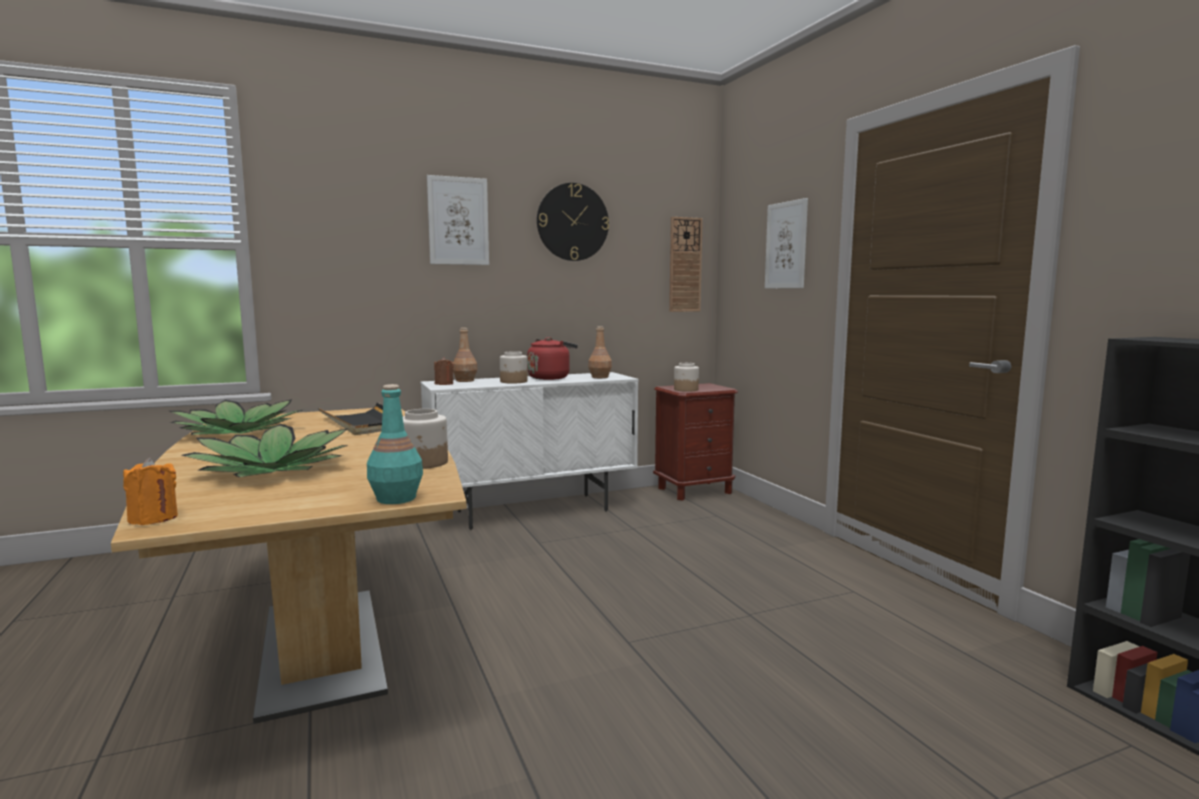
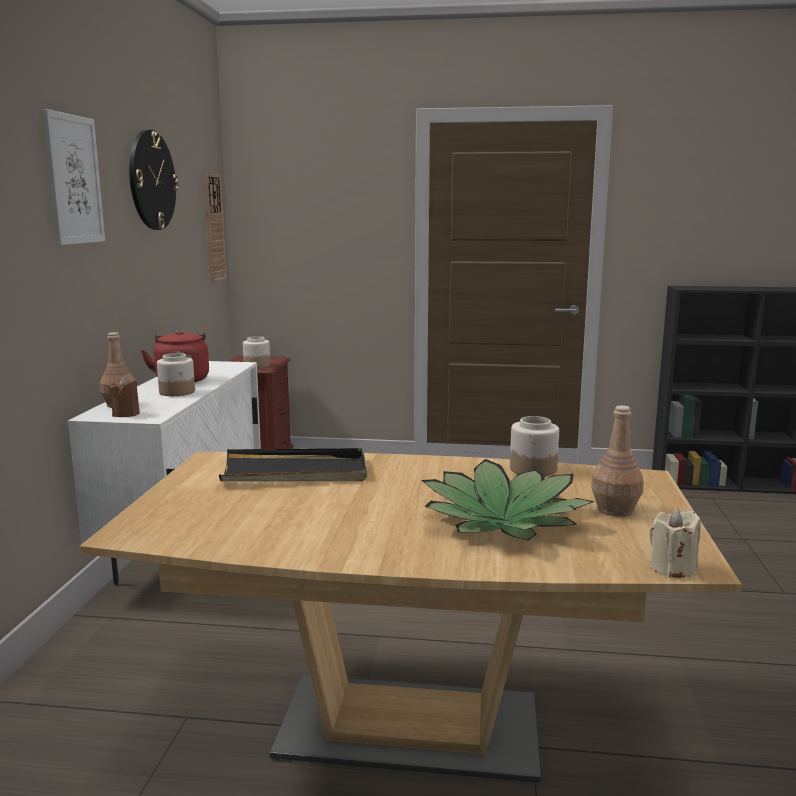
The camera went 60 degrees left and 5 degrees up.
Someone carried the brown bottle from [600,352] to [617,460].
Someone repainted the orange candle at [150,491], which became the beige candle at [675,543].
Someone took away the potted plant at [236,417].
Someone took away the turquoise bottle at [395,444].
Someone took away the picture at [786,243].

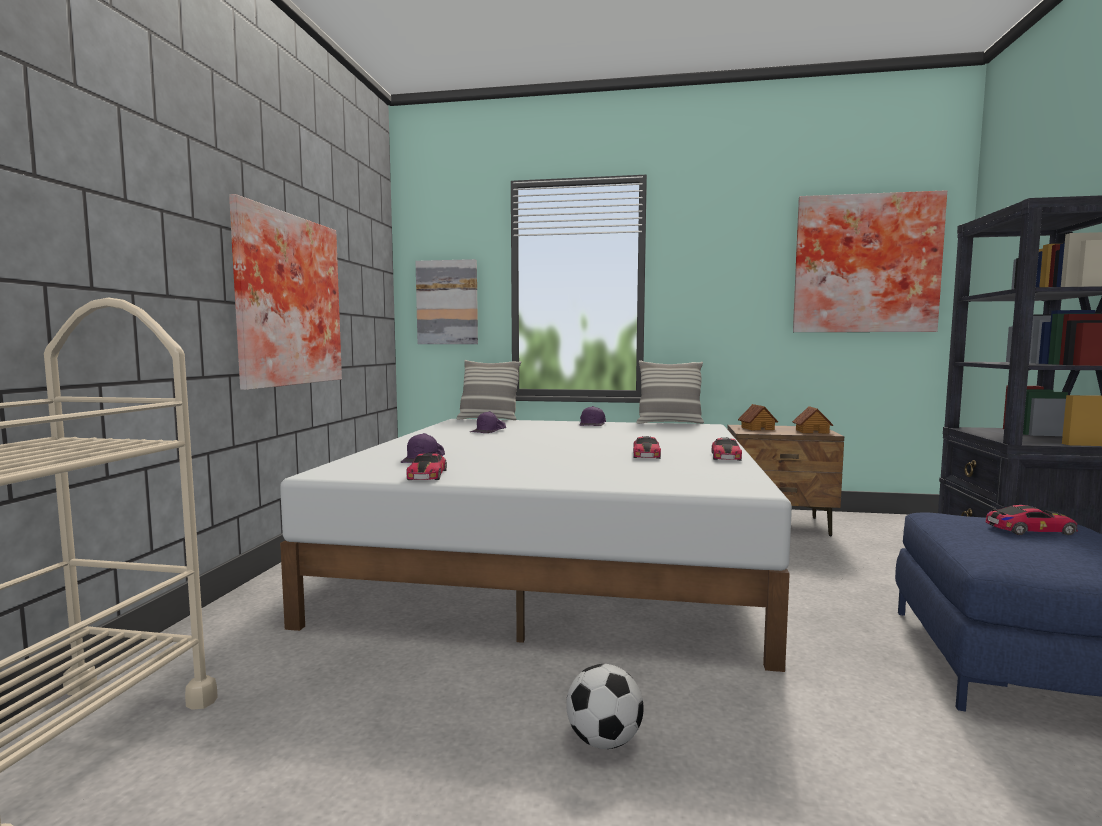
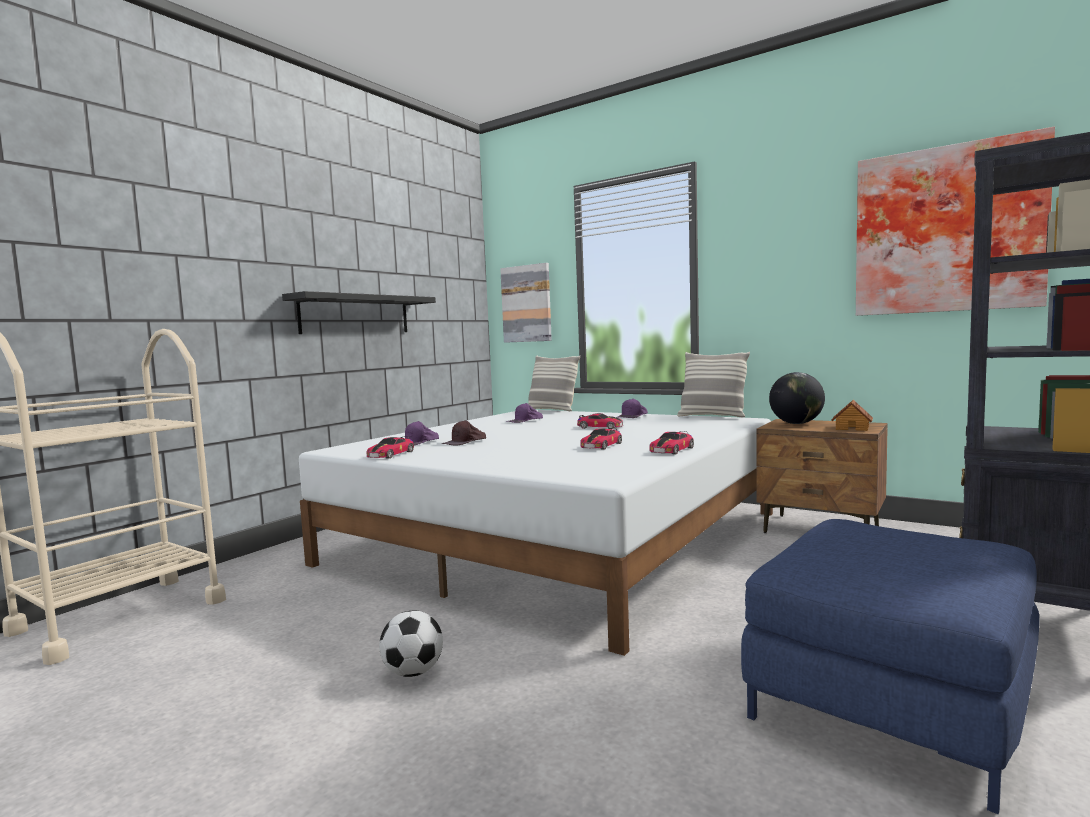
The camera went 25 degrees right and 0 degrees up.
Someone swapped the picture at [285,292] for the black shelf at [359,312].
Someone put down the brown cap at [464,433].
Someone carried the toy car from [1031,520] to [600,421].
Someone swapped the toy house at [758,417] for the globe at [797,398].

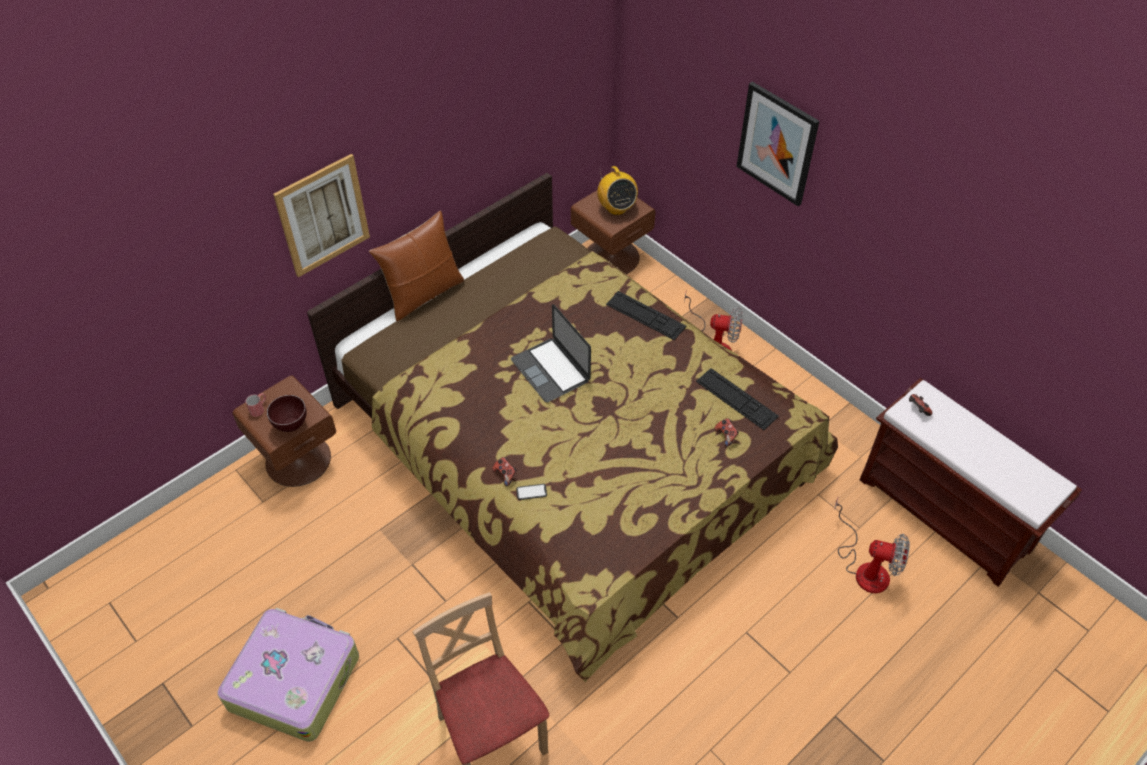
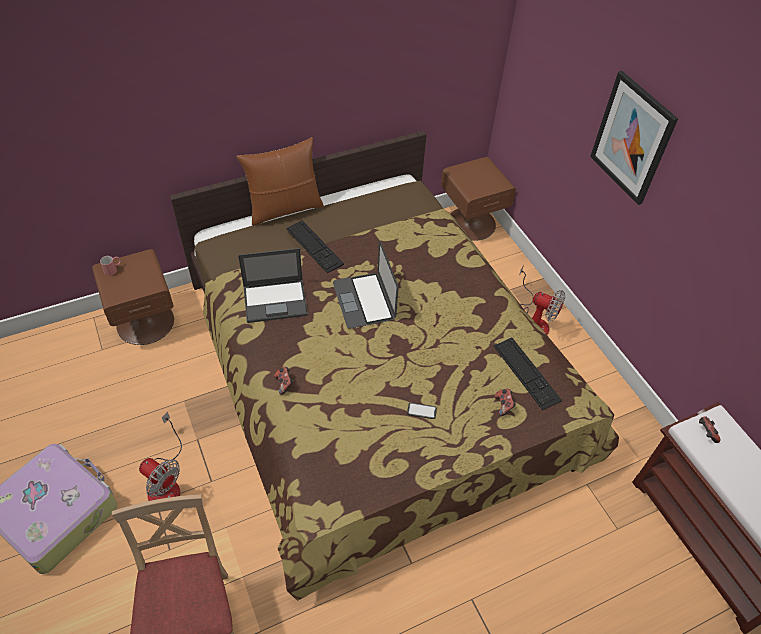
The camera went 15 degrees right and 0 degrees up.
Someone carried the fan from [872,545] to [160,456].
Someone put down the laptop at [273,285].
Someone carried the keyboard from [646,315] to [315,246].
Someone carried the phone from [531,492] to [422,411].
Someone took away the brown bowl at [287,413].
Someone took away the picture at [321,215].
Someone took away the radio at [617,190].

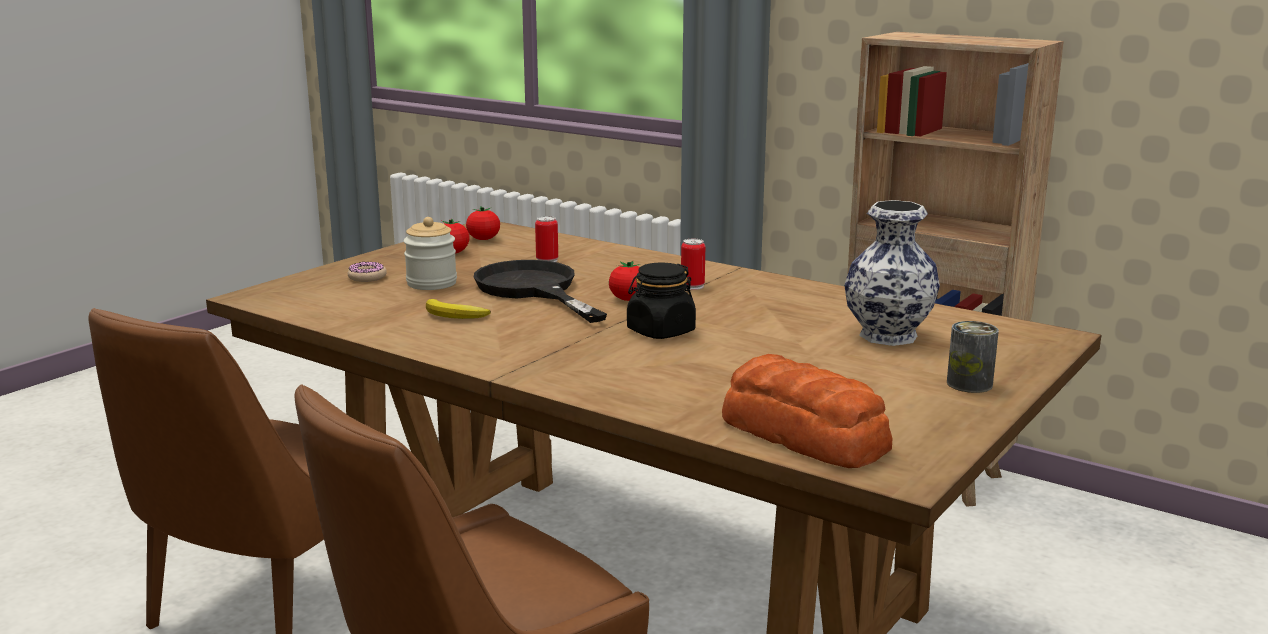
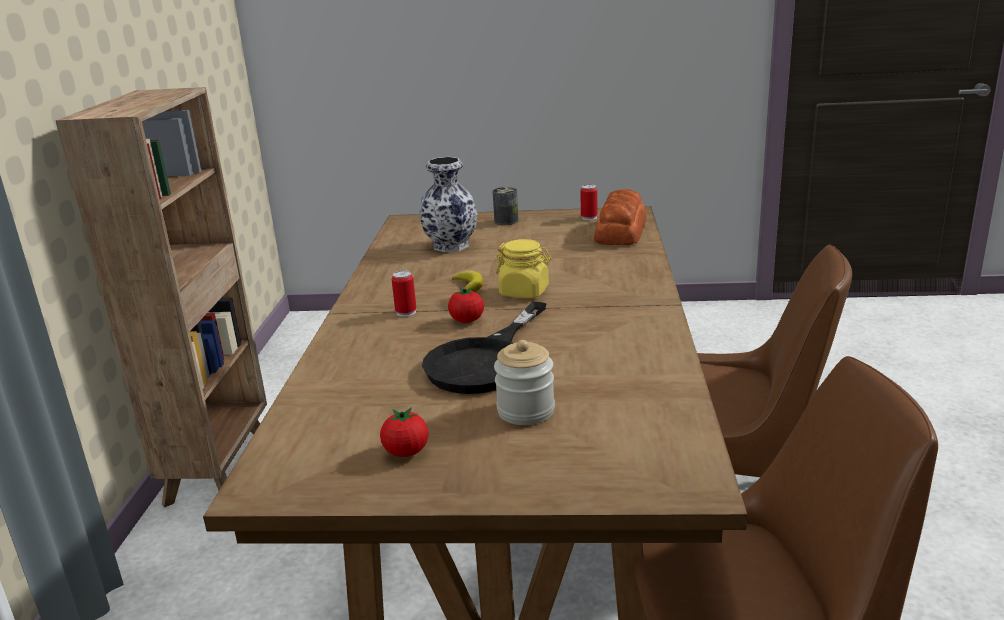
The camera went 120 degrees left and 5 degrees up.
Someone carried the banana from [458,309] to [467,281].
Someone repainted the black jar at [661,300], which became the yellow jar at [524,268].
Someone carried the can from [546,239] to [589,202].
Someone took away the donut at [367,272].
Someone took away the tomato at [483,223].

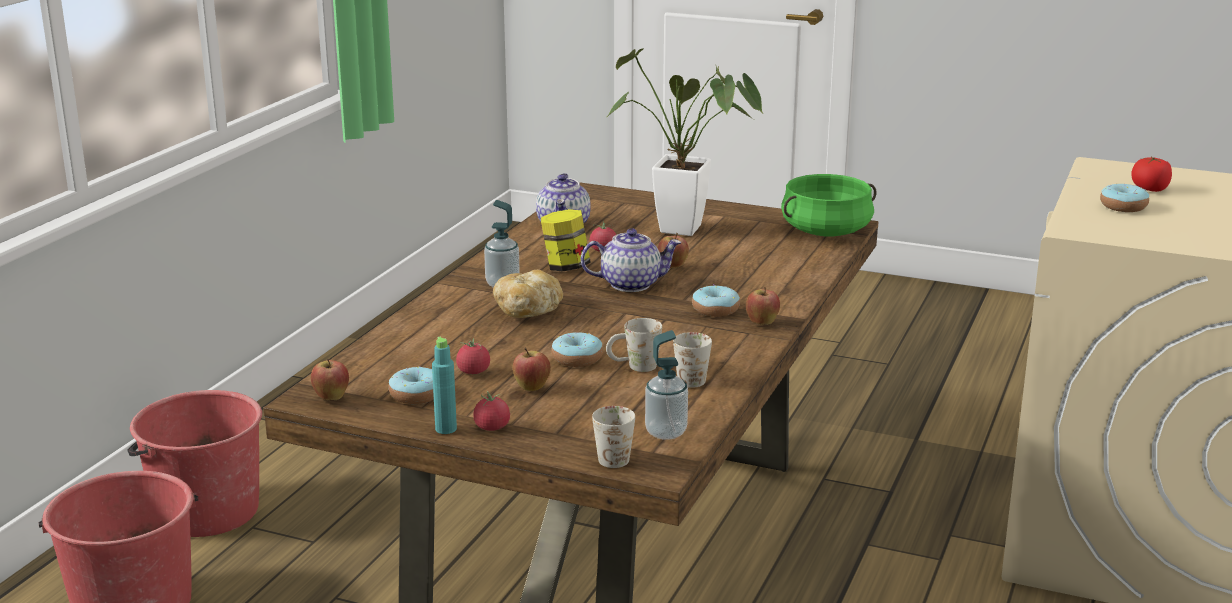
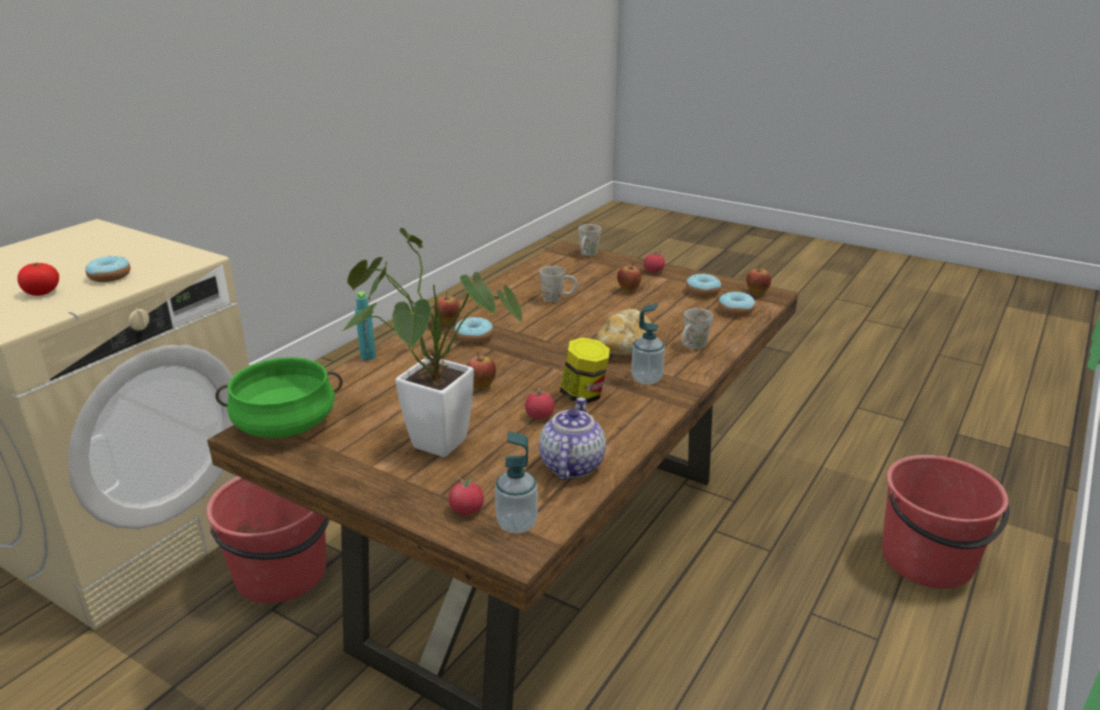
The camera went 170 degrees left and 5 degrees up.
Someone carried the red bucket from [195,463] to [268,539].
Someone carried the turquoise bottle from [444,385] to [365,325].
Someone carried the tomato from [473,356] to [466,495].
Someone carried the soap dispenser from [666,385] to [516,482].
Someone carried the white mug from [692,360] to [697,328].
Someone carried the donut from [577,349] to [737,303].
Someone took away the teapot at [631,260].

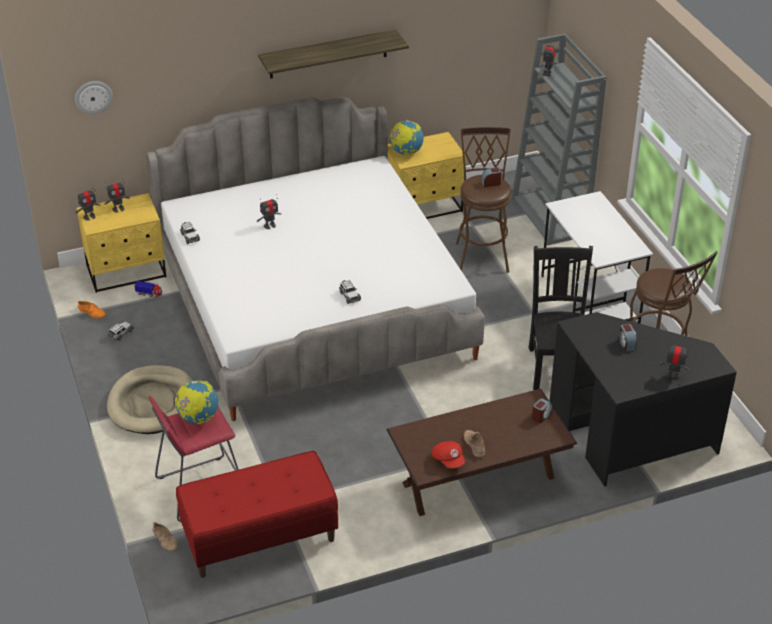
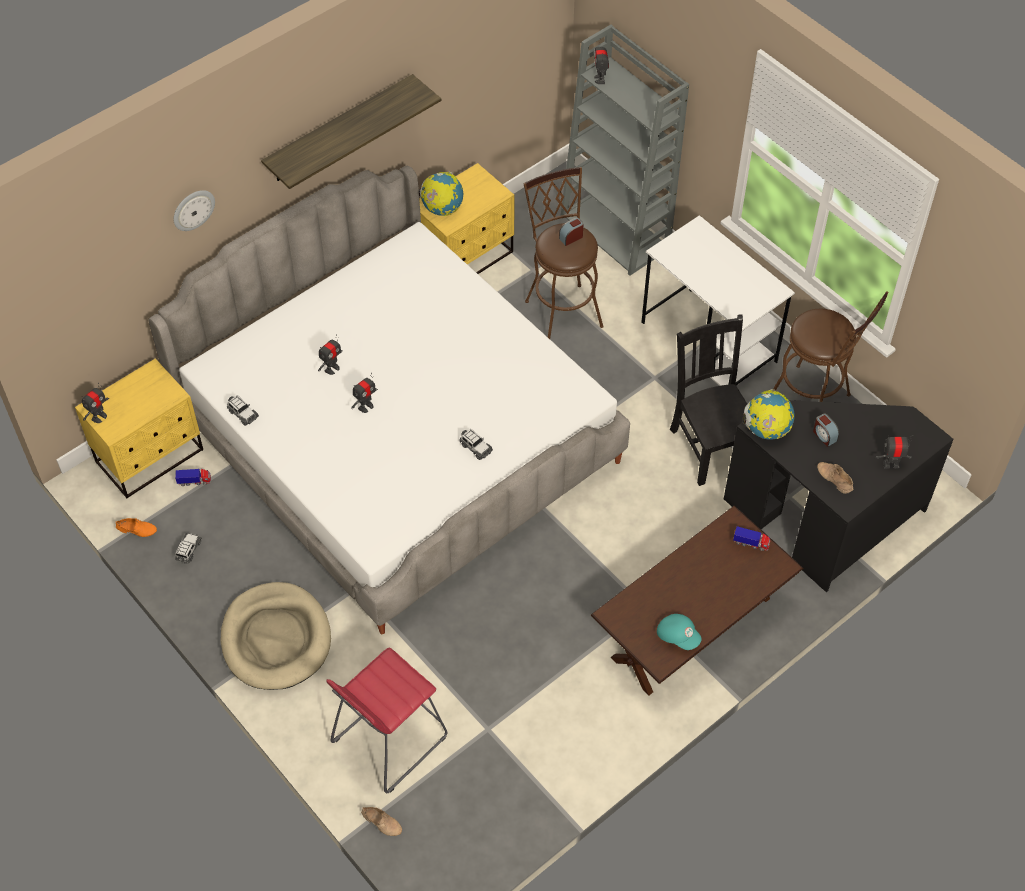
The camera went 20 degrees left and 15 degrees up.
Someone carried the wall clock from [94,97] to [194,210].
Someone carried the toy robot from [117,195] to [364,393].
Someone repainted the red cap at [448,454], which became the turquoise cap at [679,632].
Someone swapped the alarm clock at [542,410] for the toy truck at [751,538].
Someone carried the globe from [196,402] to [769,414].
Someone carried the beige shoe from [474,444] to [835,478].
Someone took away the red bench at [257,514].

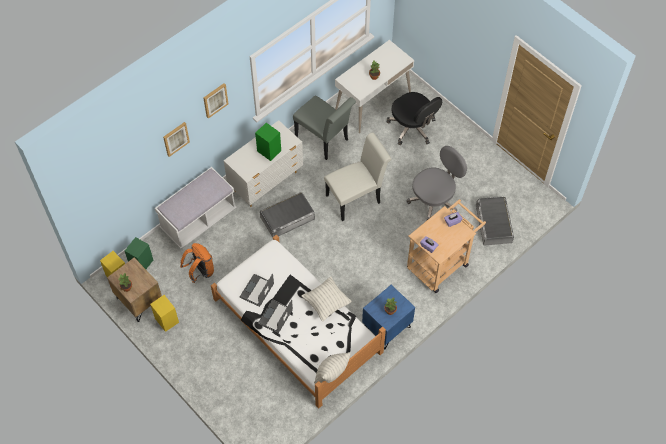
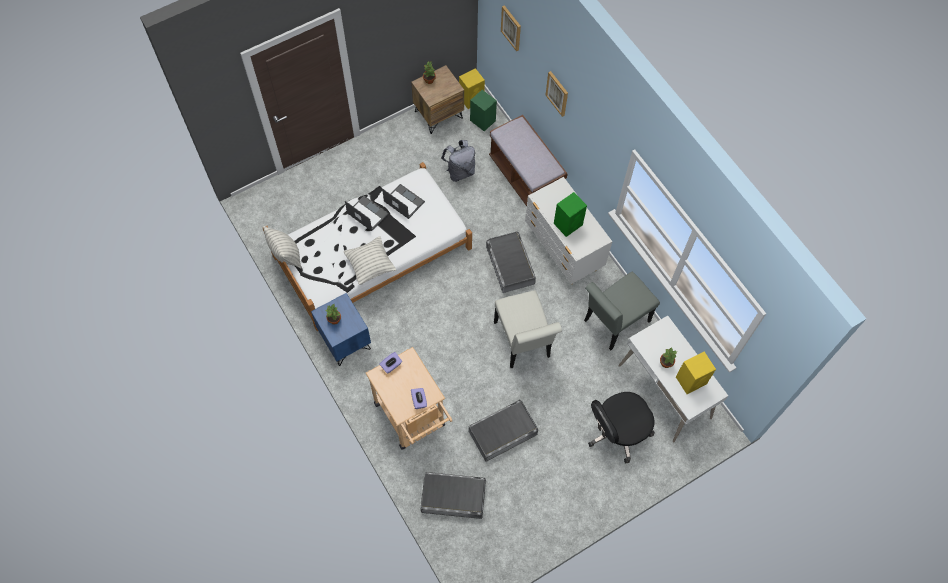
The camera went 100 degrees right and 5 degrees up.
Someone repainted the orange backpack at [197,263], which became the grey backpack at [458,161].
Someone swapped the grey office chair at [436,183] for the grey storage box at [503,431].
Someone repainted the white bench at [195,208], which became the brown bench at [528,160].
Someone carried the picture from [215,100] to [511,28].
Someone carried the yellow speaker from [164,313] to [696,373].

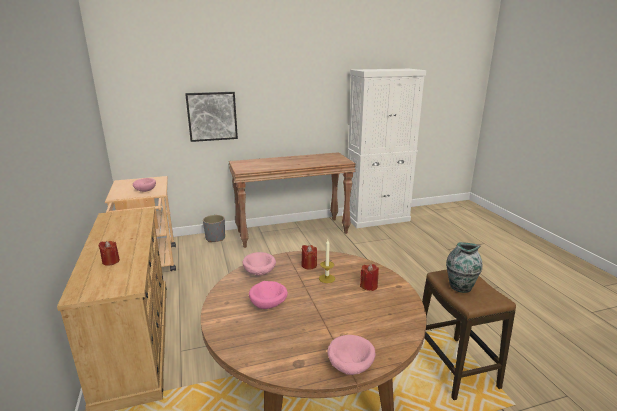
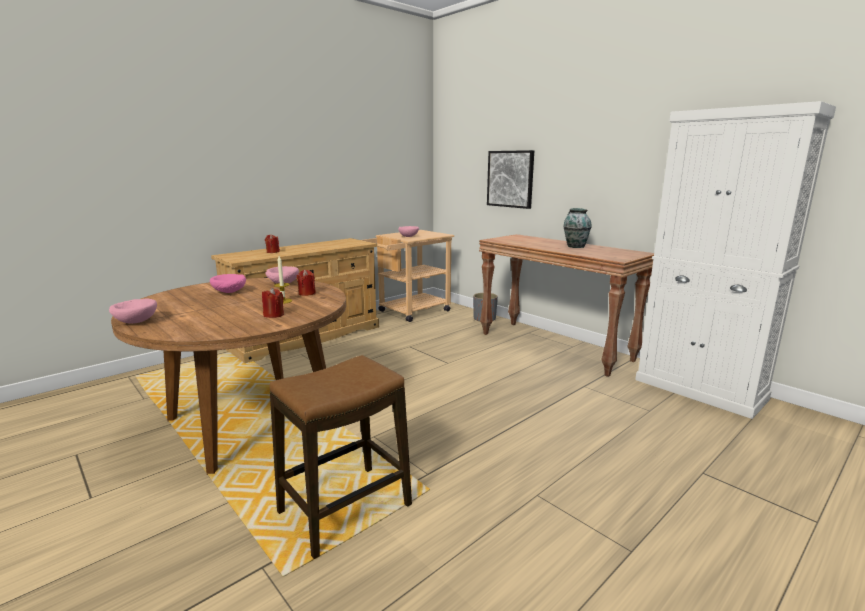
The camera went 65 degrees right and 5 degrees down.
Someone carried the vase from [464,267] to [577,228].

